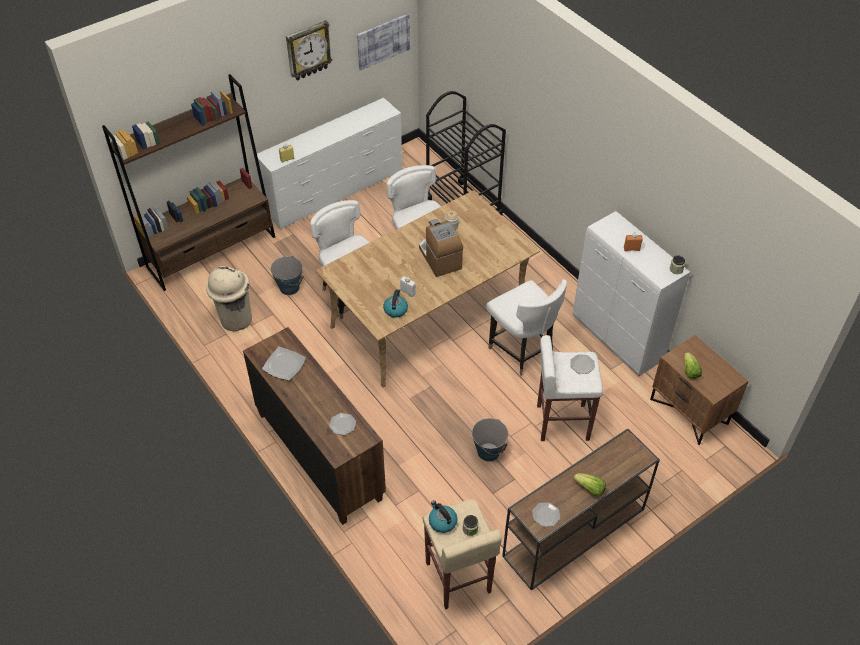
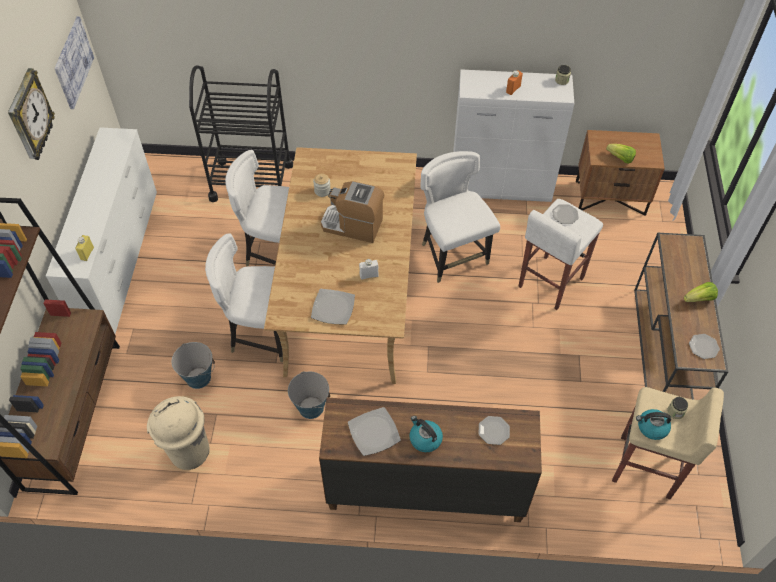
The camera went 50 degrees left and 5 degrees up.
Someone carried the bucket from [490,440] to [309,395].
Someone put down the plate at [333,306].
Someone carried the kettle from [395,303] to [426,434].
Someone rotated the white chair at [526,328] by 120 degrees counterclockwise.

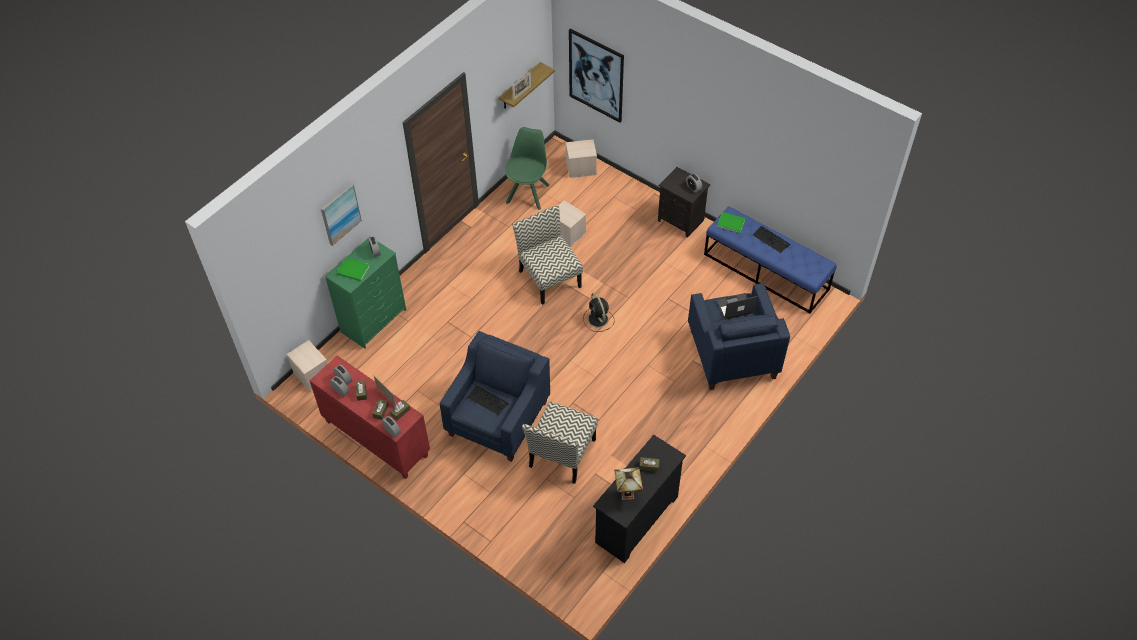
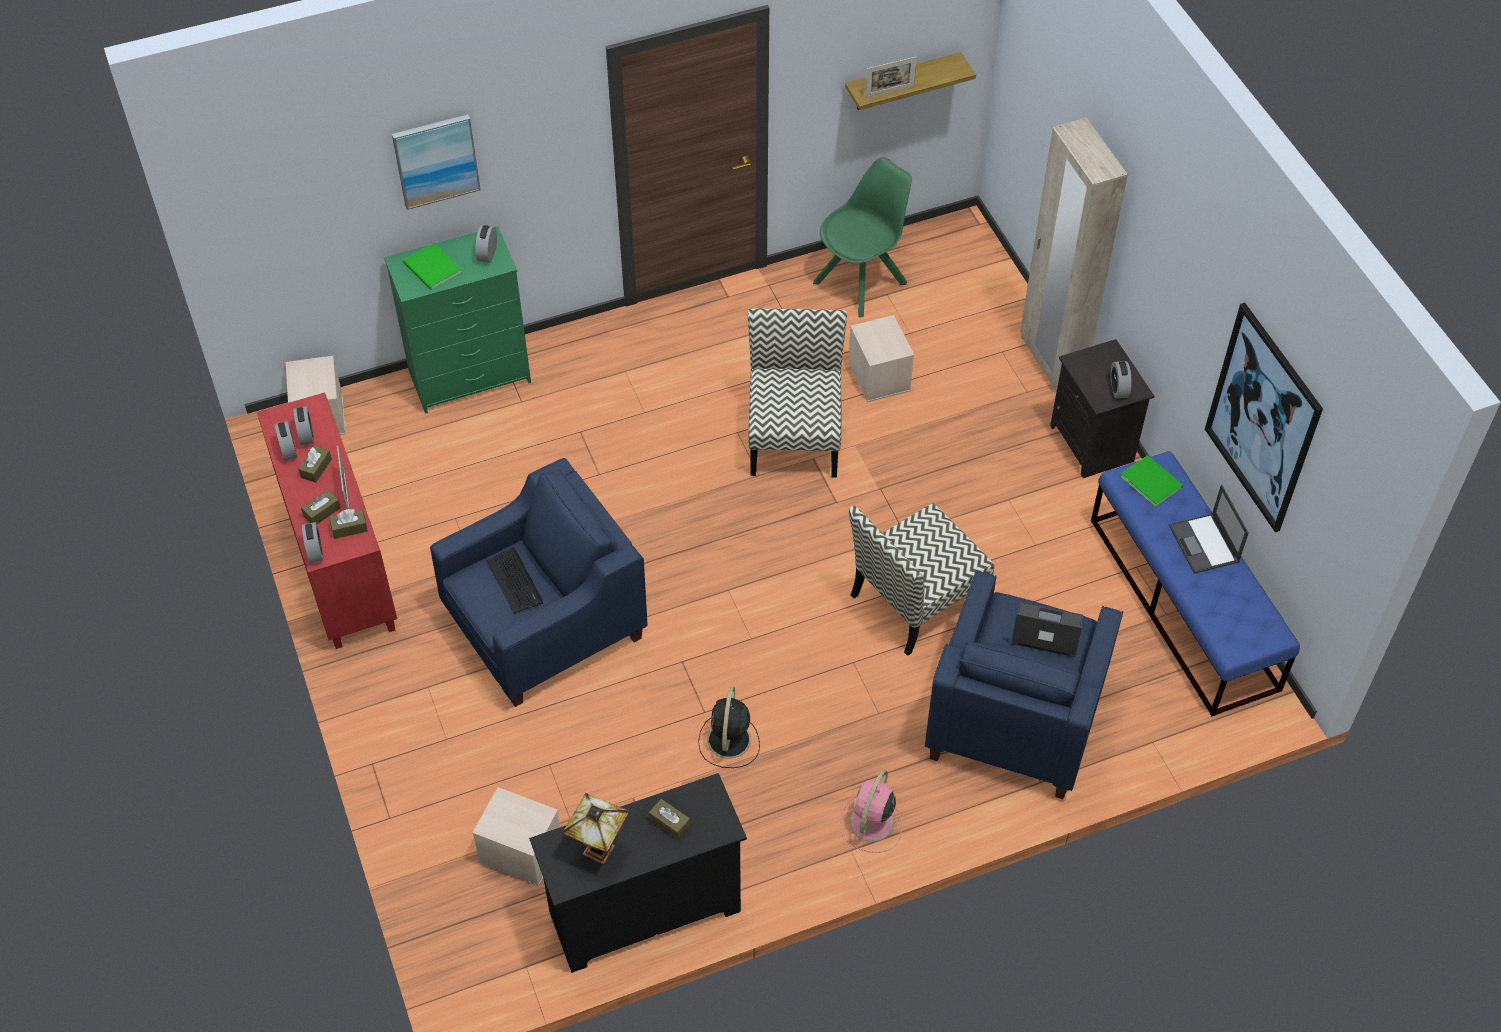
The camera went 30 degrees right and 0 degrees up.
Someone carried the beige storage box from [581,158] to [516,836].
Someone carried the black fan from [598,312] to [729,727].
Someone put down the pink fan at [870,811].
Someone carried the chair from [560,443] to [921,580].
Someone put down the beige wardrobe at [1074,255].
Someone swapped the keyboard at [771,239] for the laptop at [1209,529].
Someone carried the picture from [596,76] to [1264,417].

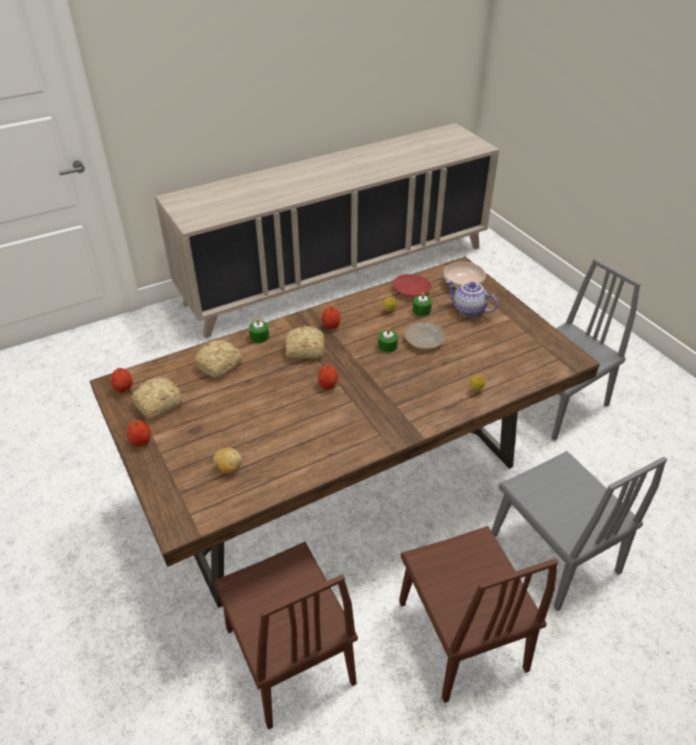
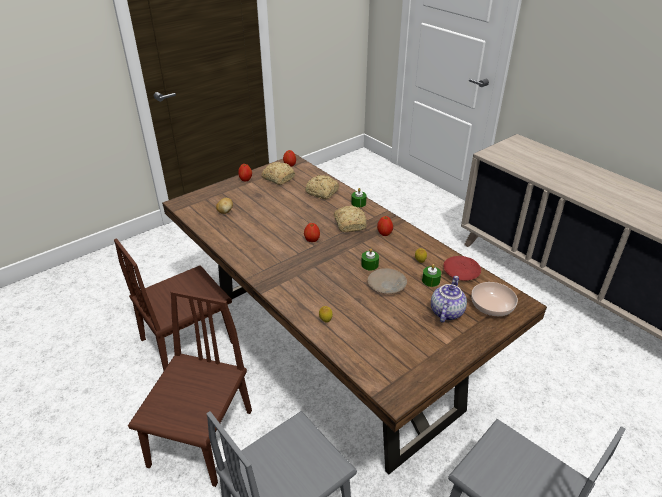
The camera went 80 degrees right and 5 degrees down.
Someone rotated the brown chair at [478,614] by 135 degrees clockwise.

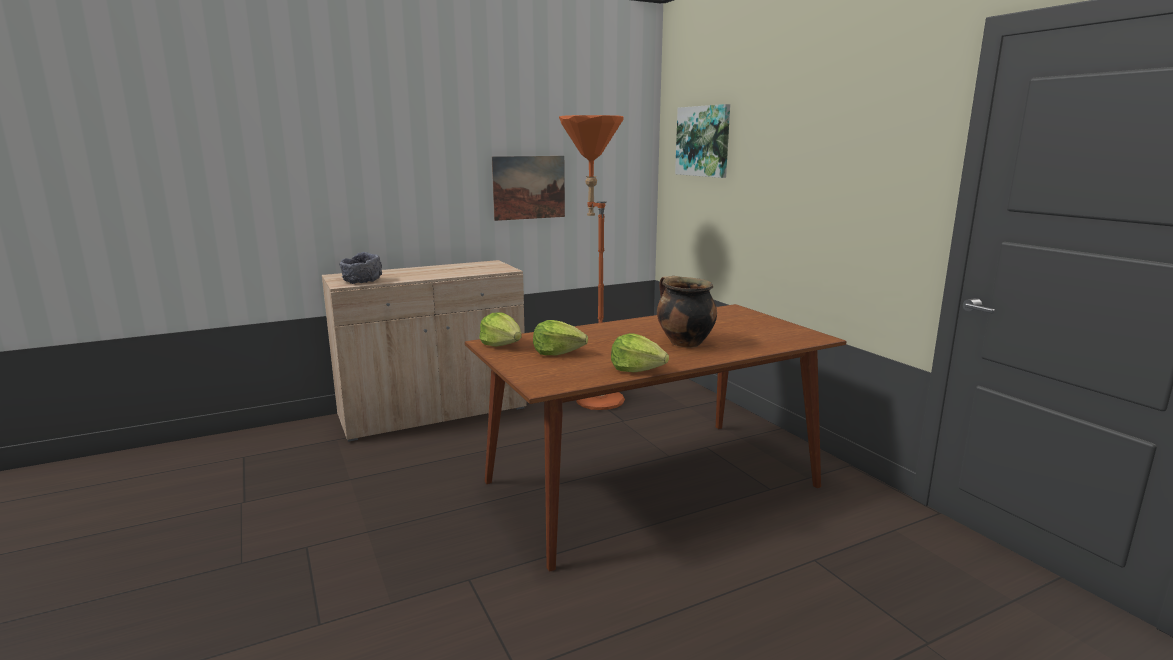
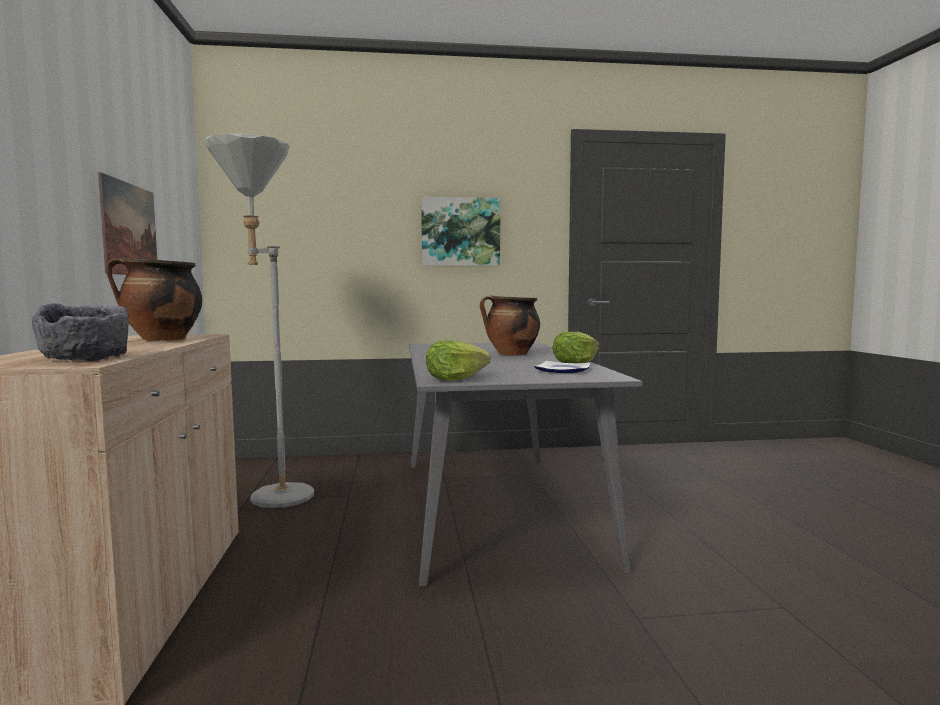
The camera went 70 degrees left and 10 degrees down.
Someone put down the cooking pot at [154,299].
Someone repainted the orange floor lamp at [592,262], which became the grey floor lamp at [259,320].
Someone repainted the brown dining table at [655,438], which became the grey dining table at [526,464].
Someone carried the picture from [702,141] to [460,231].
Someone put down the plate at [562,367].
Someone took away the lettuce at [560,337].

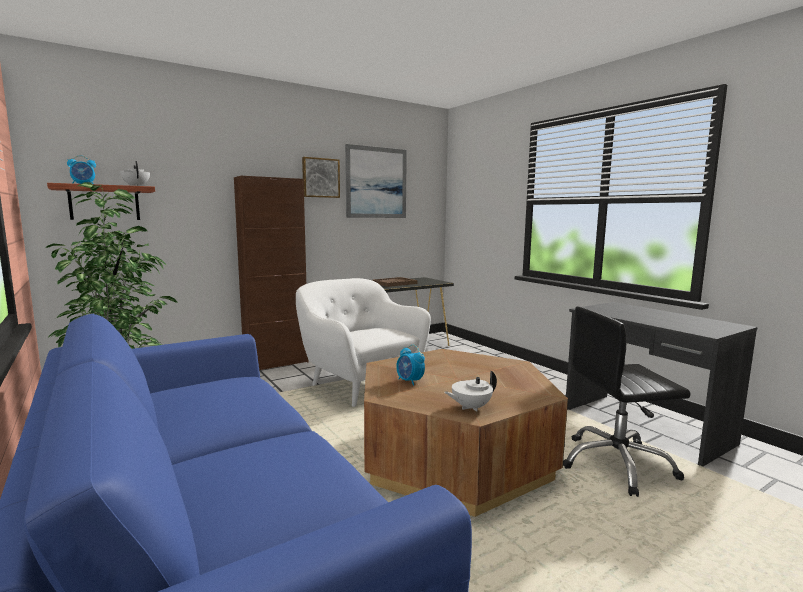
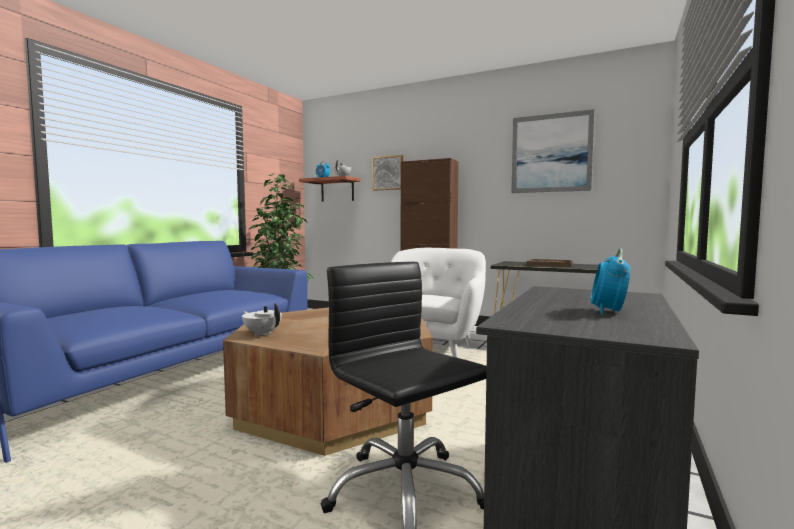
The camera went 60 degrees right and 5 degrees down.
Someone carried the picture from [321,177] to [387,173].
Someone carried the alarm clock from [410,365] to [610,281].

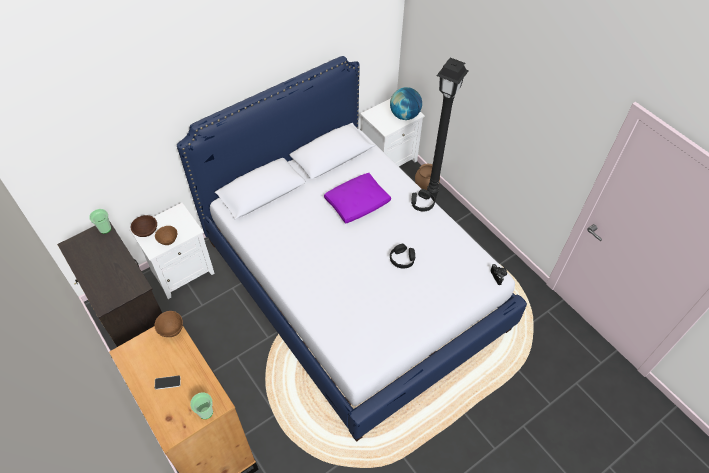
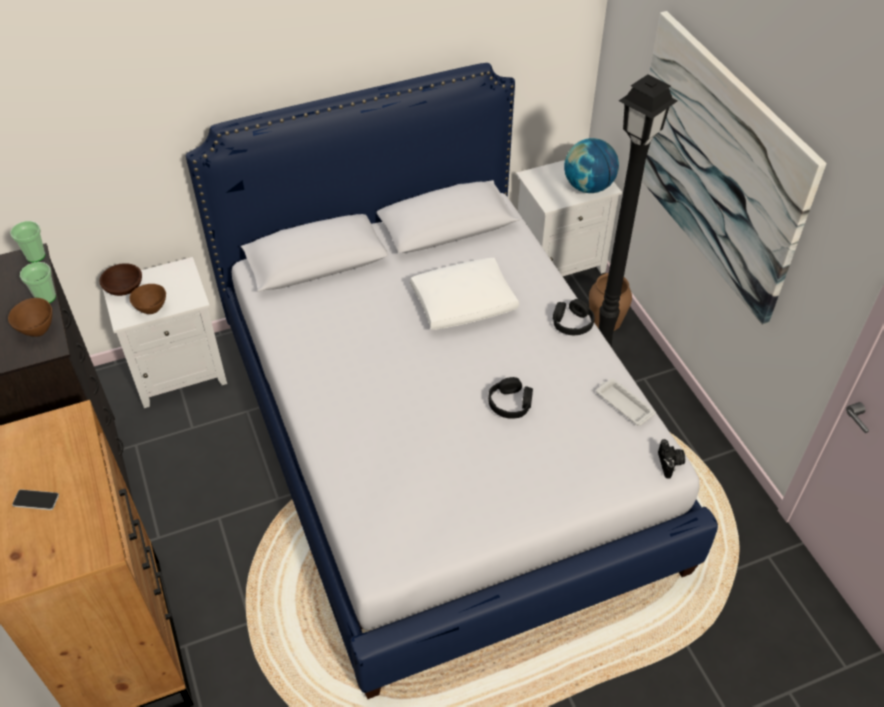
The camera went 15 degrees right and 5 degrees down.
Someone carried the brown bowl from [168,324] to [30,317].
Someone carried the cup from [201,405] to [38,282].
Someone repainted the purple pillow at [357,198], which became the white pillow at [464,294].
Someone put down the white tray at [626,402].
Someone put up the picture at [734,168].

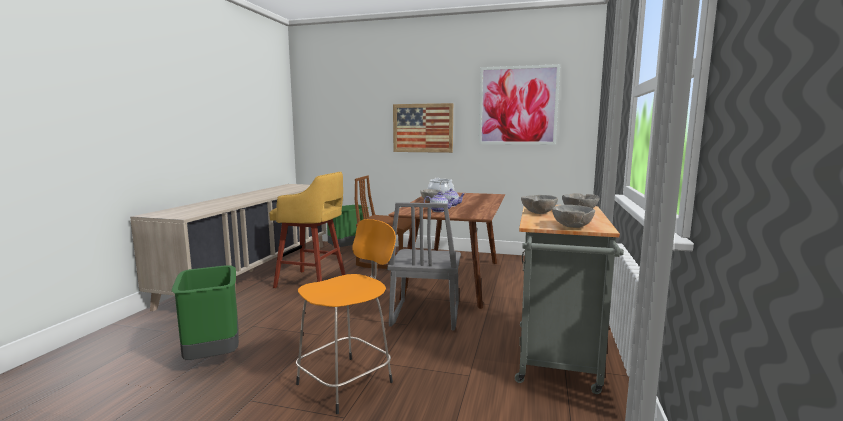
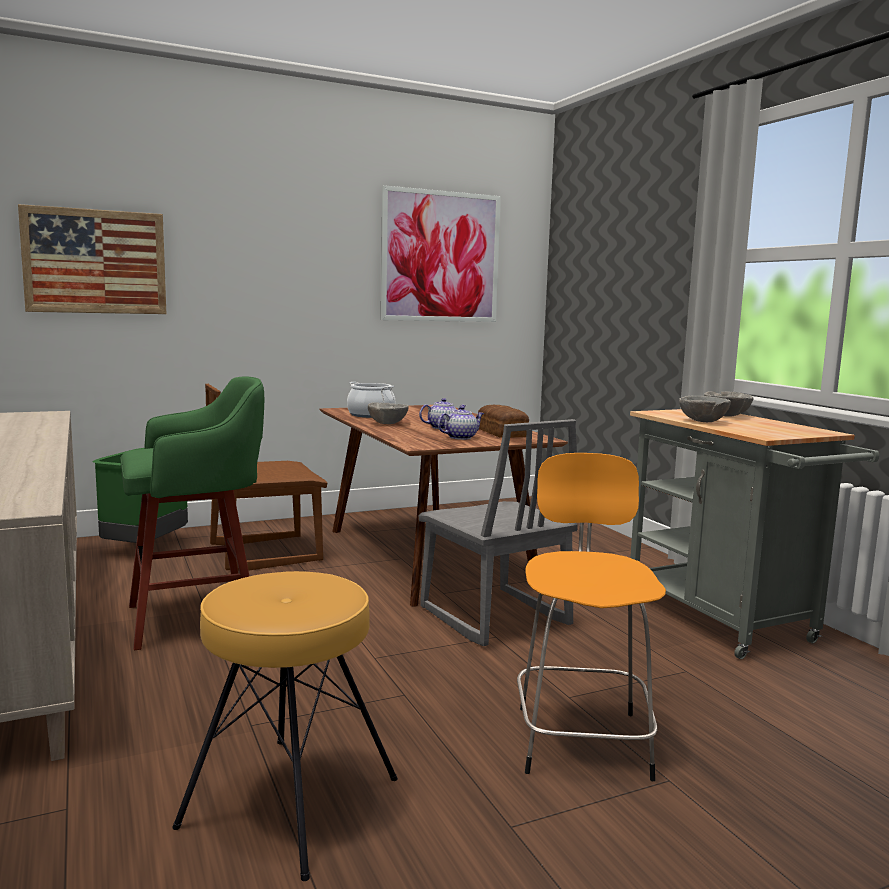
The camera went 40 degrees left and 0 degrees up.
Someone carried the picture from [423,128] to [92,259].
Someone repainted the yellow stool at [307,230], which became the green stool at [192,513].
Someone swapped the green trash can at [205,312] for the brown stool at [285,726].
Someone put down the bread at [503,421].
Someone took away the grey bowl at [573,216].

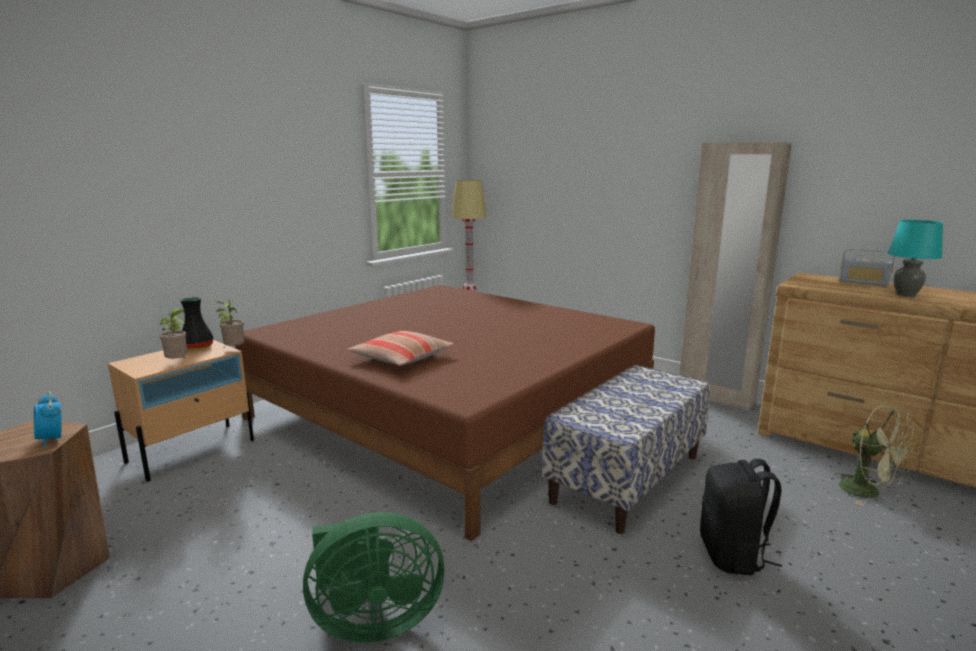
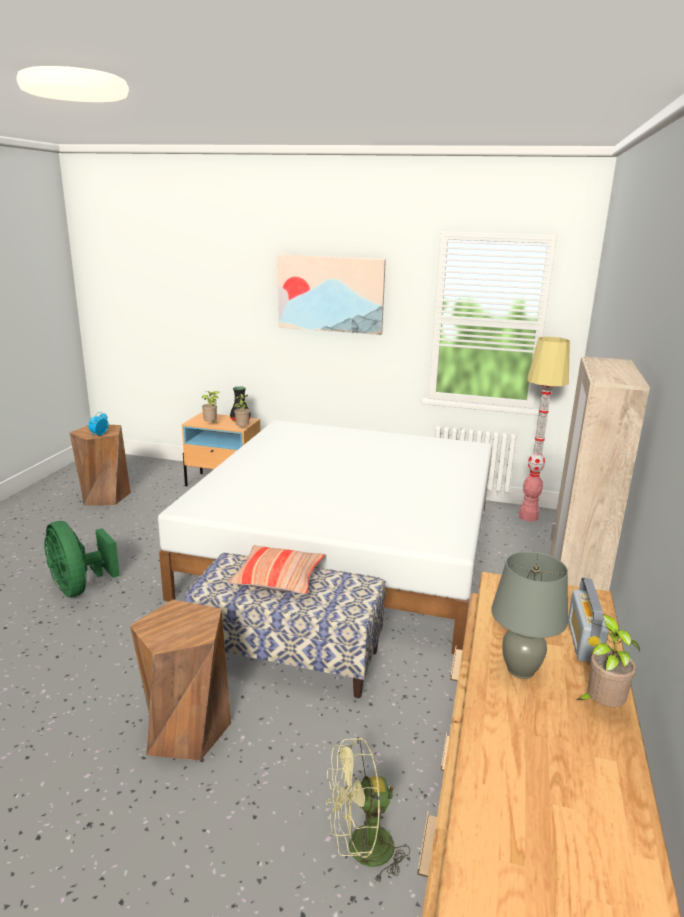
The camera went 65 degrees right and 5 degrees up.
Someone swapped the black backpack at [741,517] for the brown stool at [180,680].
Someone repainted the brown bed at [445,413], which became the white bed at [325,537].
Someone carried the pillow from [400,348] to [276,569].
Someone put up the picture at [331,295].
Someone rotated the green fan at [874,455] by 45 degrees clockwise.
Someone repainted the turquoise table lamp at [915,258], which became the grey table lamp at [529,615].
Someone put down the potted plant at [608,660].

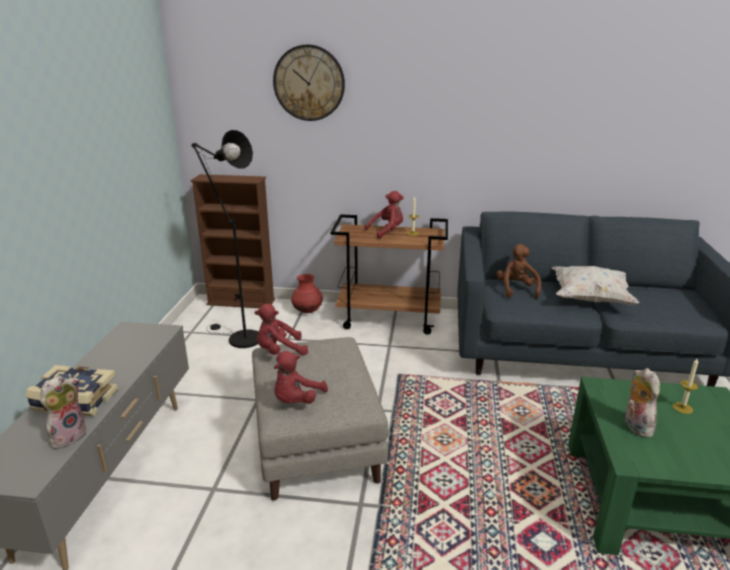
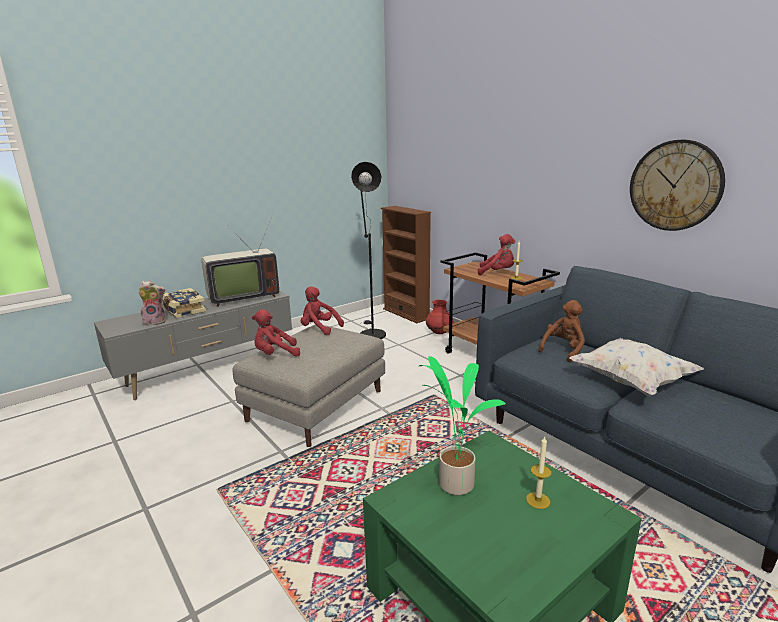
The camera went 45 degrees right and 5 degrees down.
Someone put down the television at [240,262].
Someone swapped the plush toy at [642,403] for the potted plant at [462,425].
Someone carried the wall clock from [309,82] to [677,185].

